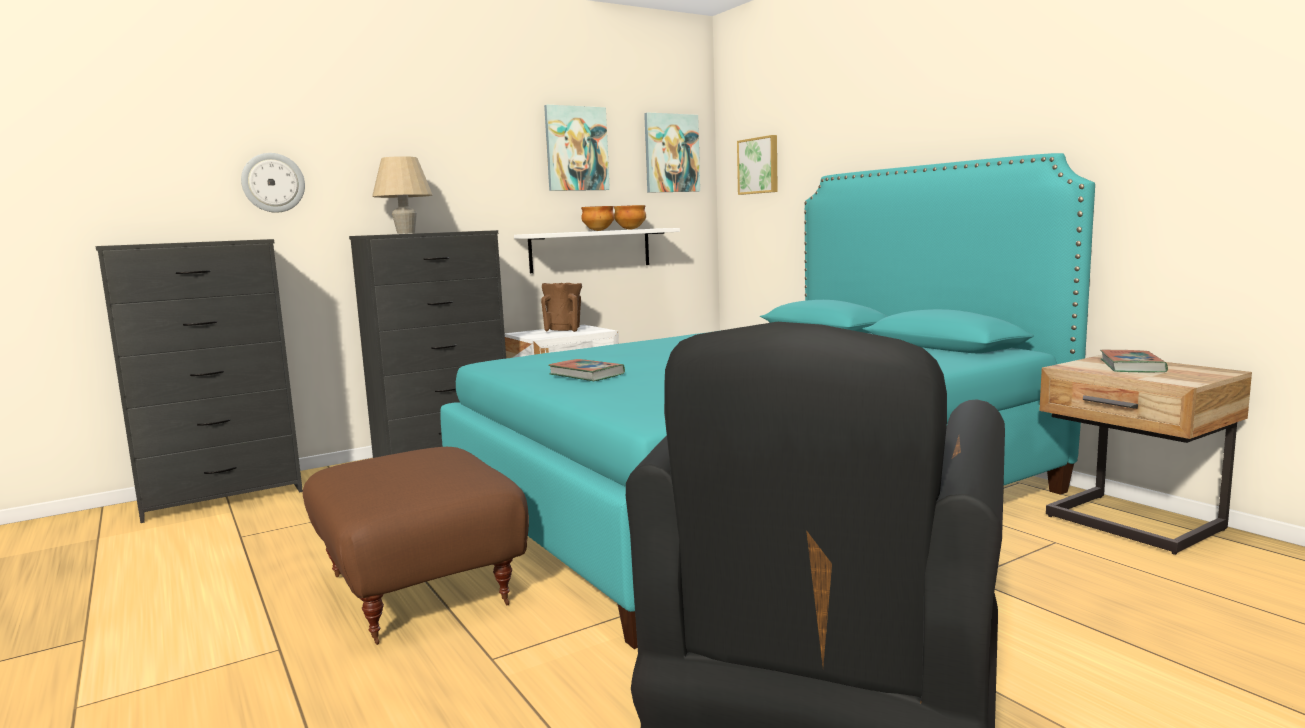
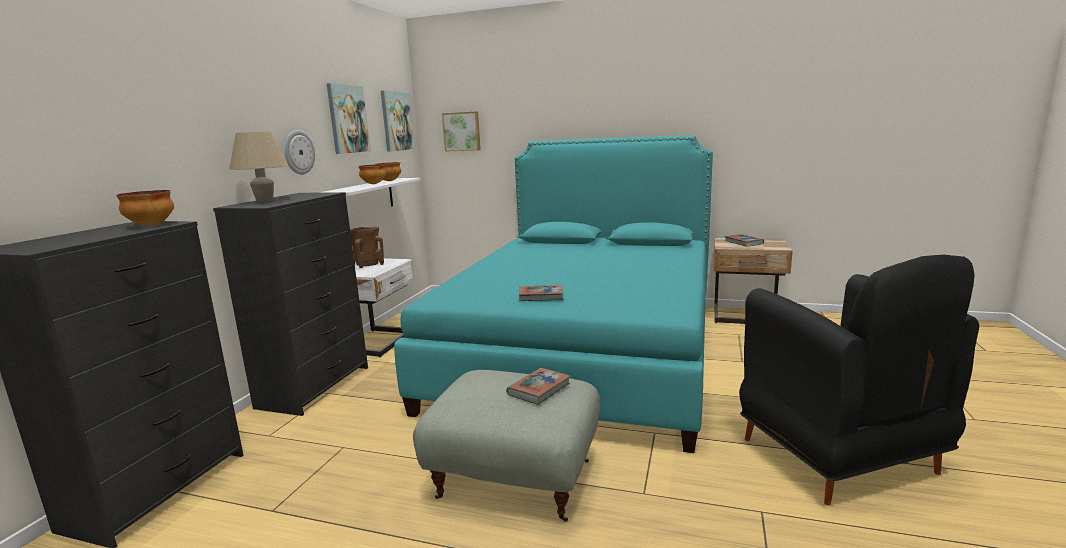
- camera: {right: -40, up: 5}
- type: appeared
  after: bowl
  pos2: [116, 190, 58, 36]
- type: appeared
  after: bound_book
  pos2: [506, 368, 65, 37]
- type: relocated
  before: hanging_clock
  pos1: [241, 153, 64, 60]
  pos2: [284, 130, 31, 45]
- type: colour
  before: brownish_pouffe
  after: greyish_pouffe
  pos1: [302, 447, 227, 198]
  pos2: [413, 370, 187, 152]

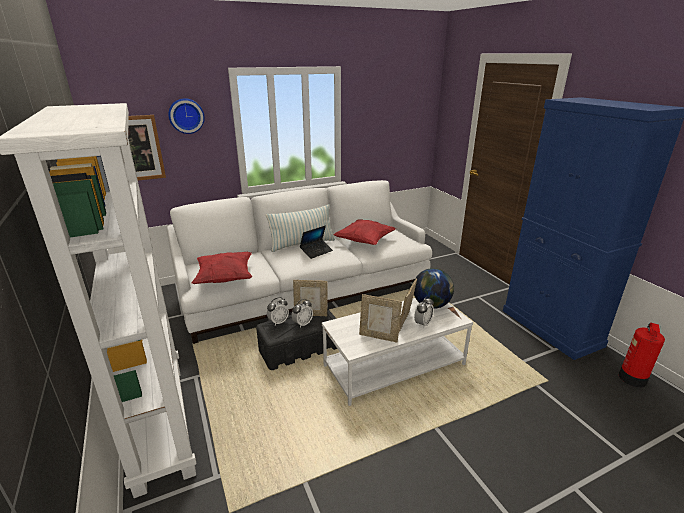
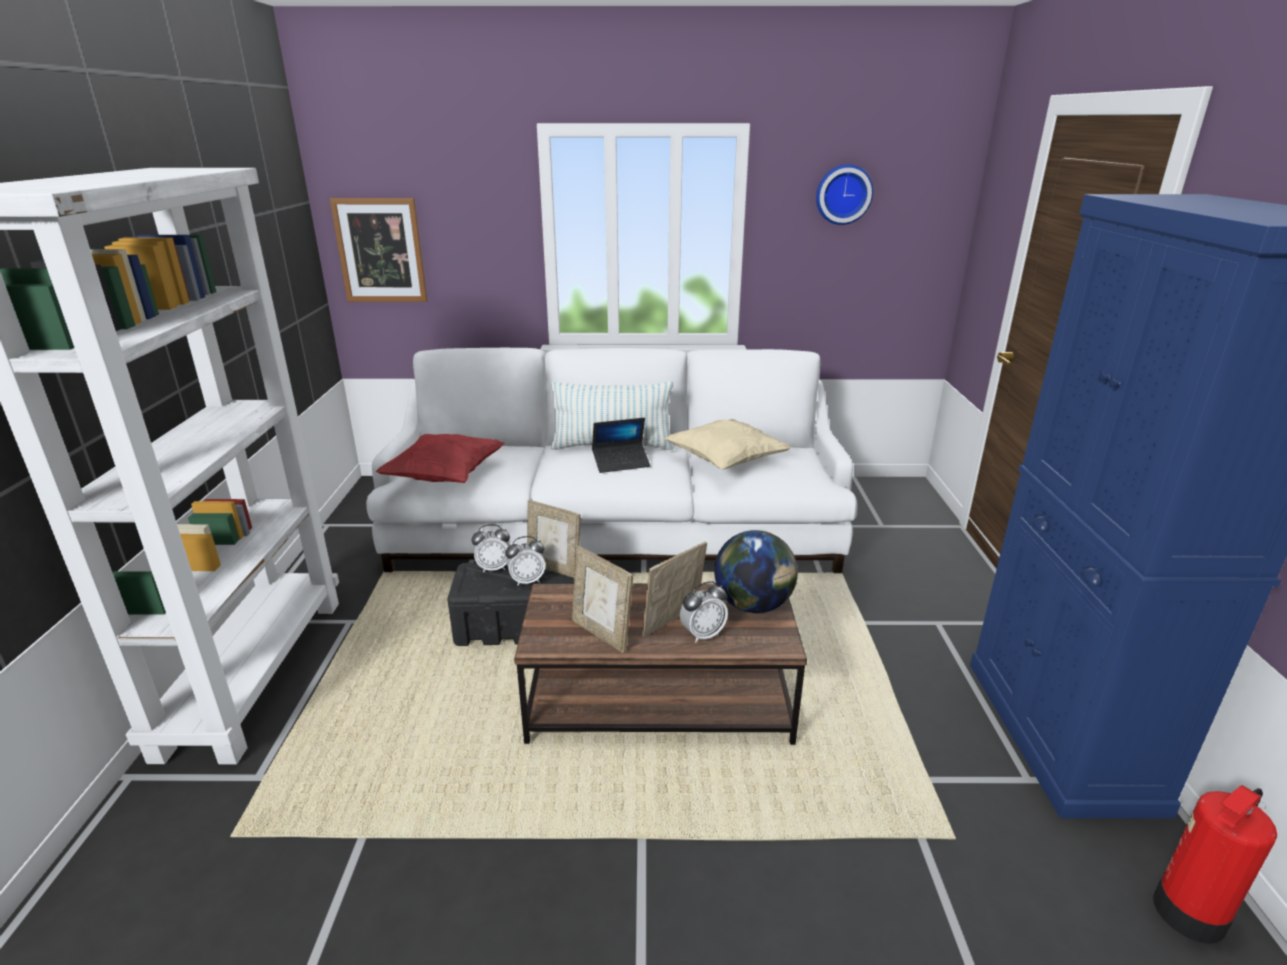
- camera: {right: 25, up: 0}
- type: relocated
  before: hanging_clock
  pos1: [168, 98, 37, 36]
  pos2: [816, 164, 57, 61]
- type: colour
  before: whitish_low_table
  after: brownish_low_table
  pos1: [322, 298, 151, 108]
  pos2: [514, 583, 293, 162]
- type: colour
  before: reddish_throw_pillow
  after: beige-coloured_throw_pillow
  pos1: [333, 219, 63, 26]
  pos2: [664, 419, 128, 50]

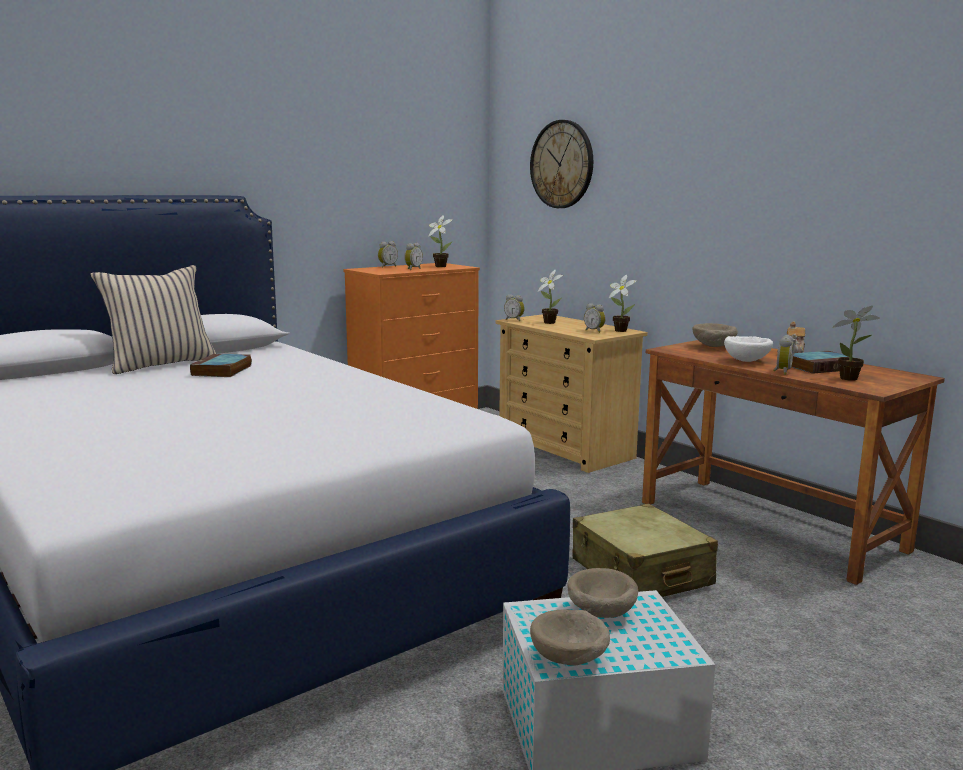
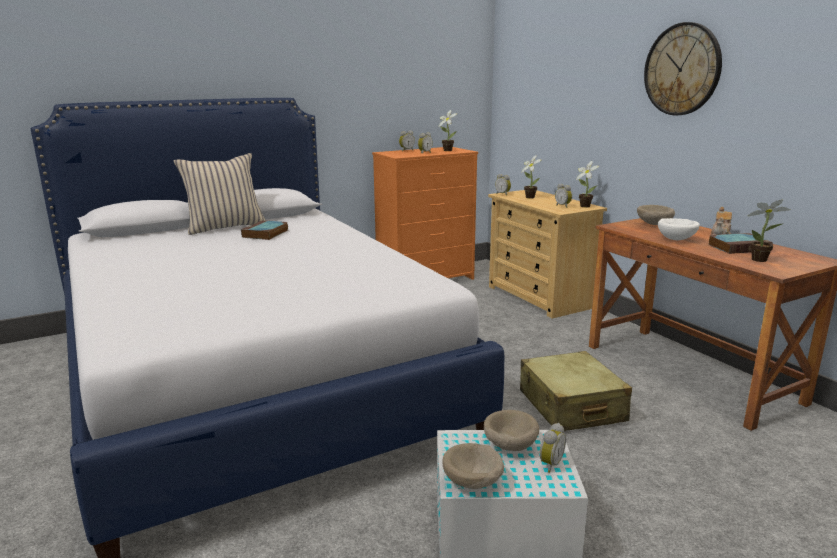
- camera: {right: 10, up: 5}
- type: relocated
  before: hanging_clock
  pos1: [530, 120, 63, 88]
  pos2: [644, 22, 78, 93]
- type: relocated
  before: table_clock
  pos1: [773, 335, 21, 40]
  pos2: [540, 423, 26, 50]

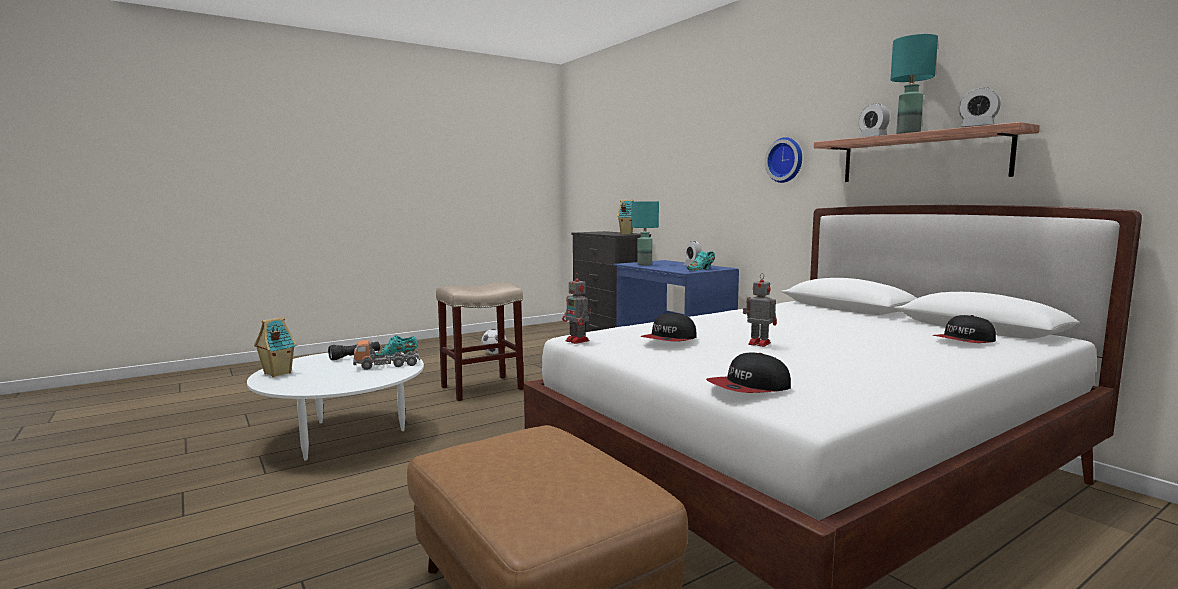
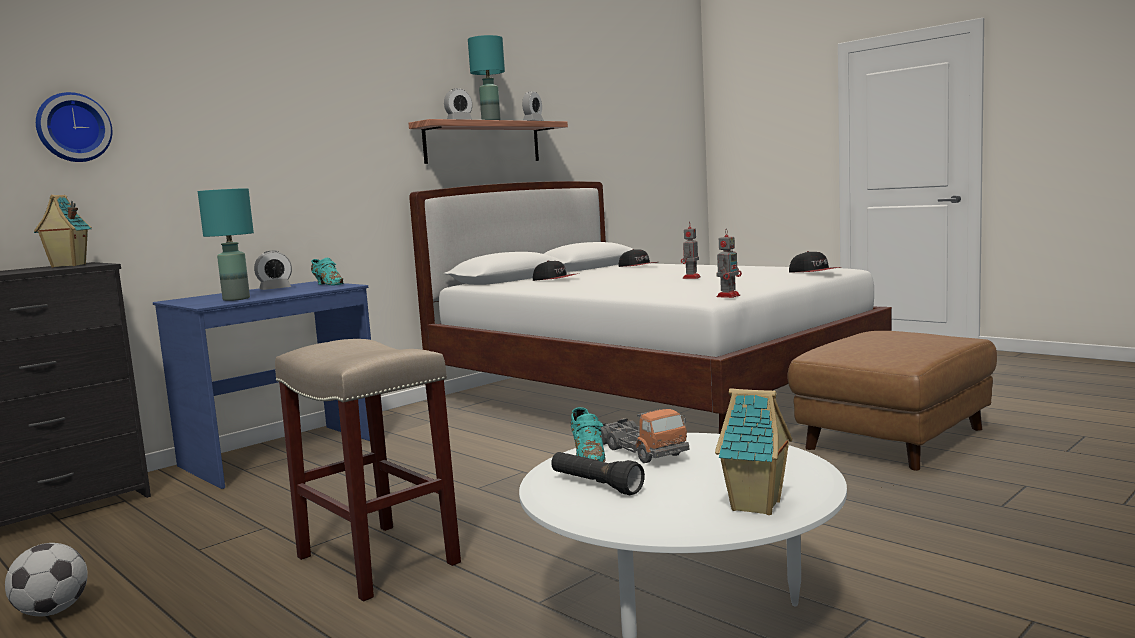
- camera: {right: -100, up: 0}
- type: relocated
  before: baseball_cap
  pos1: [640, 313, 57, 29]
  pos2: [533, 261, 46, 20]
- type: relocated
  before: hanging_clock
  pos1: [765, 137, 37, 46]
  pos2: [36, 92, 76, 70]

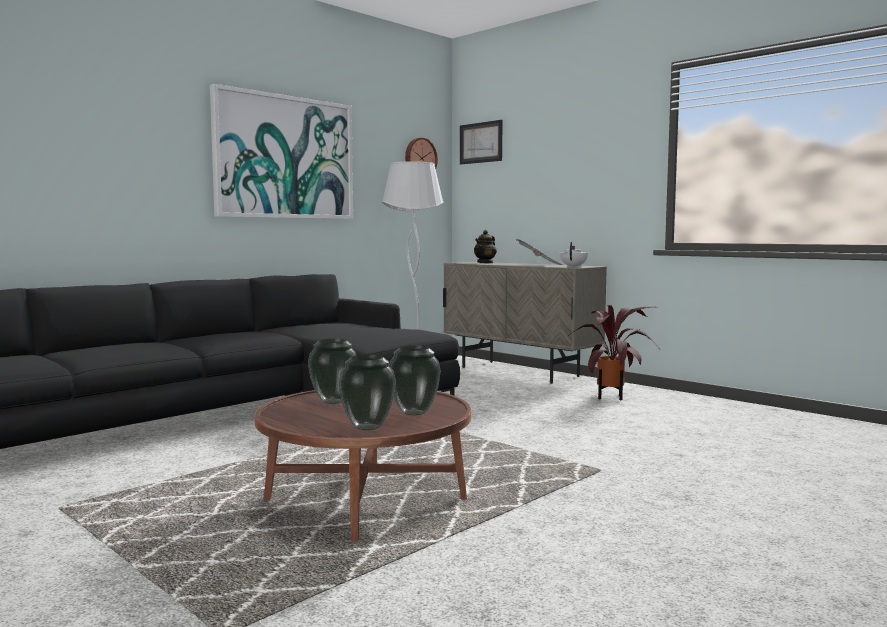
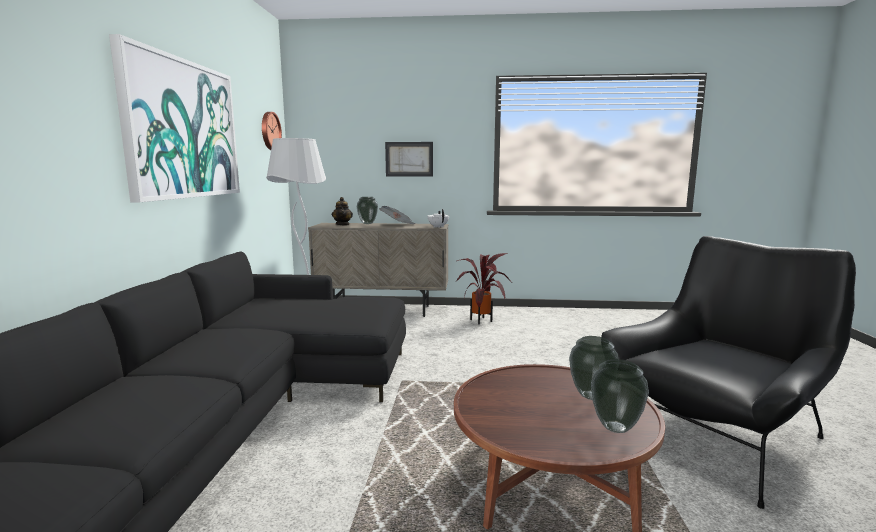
- camera: {right: -40, up: 5}
- type: appeared
  after: blackish_easy_chair
  pos2: [602, 236, 254, 273]
- type: relocated
  before: flower_vase
  pos1: [308, 339, 48, 65]
  pos2: [357, 197, 21, 27]
- type: relocated
  before: picture
  pos1: [460, 120, 43, 44]
  pos2: [385, 142, 48, 35]

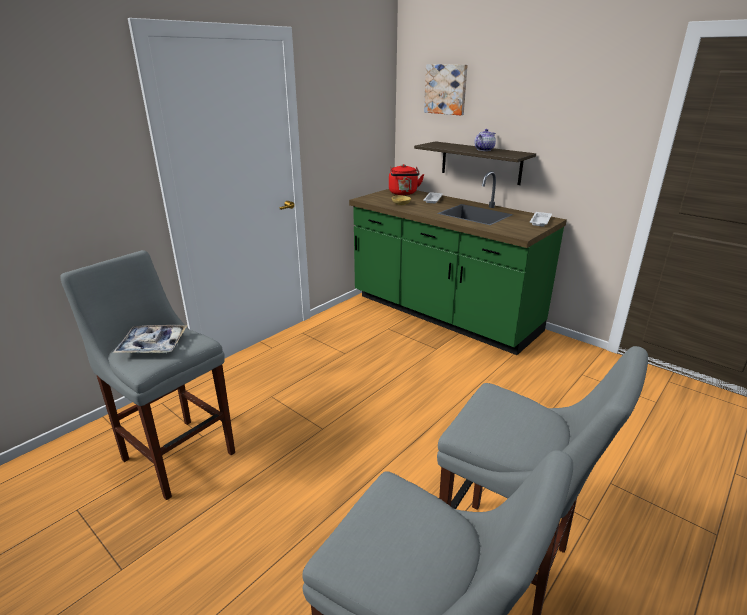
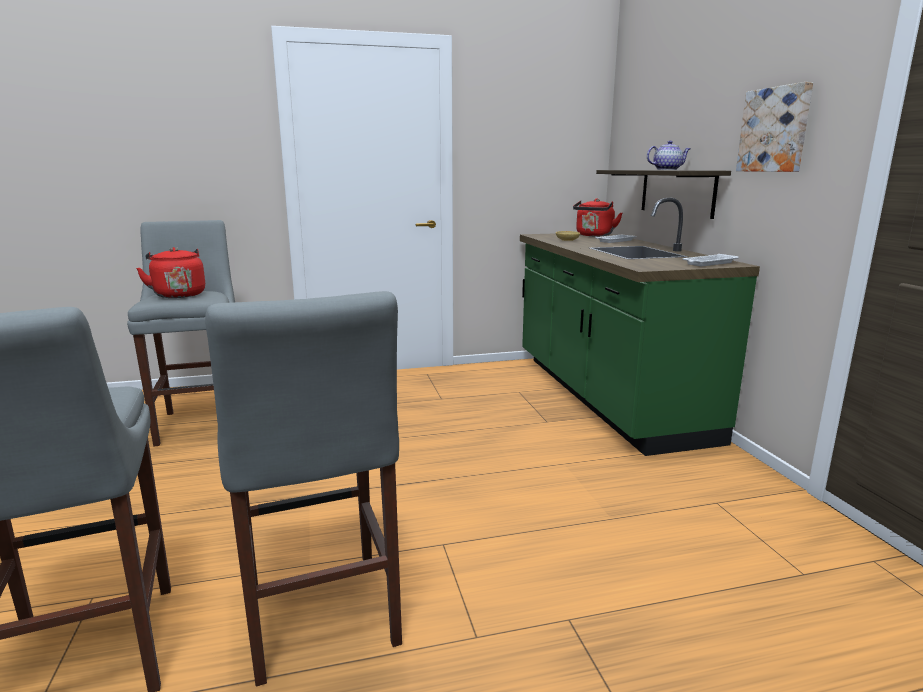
- camera: {right: 35, up: -10}
- type: relocated
  before: picture
  pos1: [424, 64, 44, 51]
  pos2: [736, 82, 77, 90]
- type: exchanged
  before: serving_tray
  after: reddish_water_kettle
  pos1: [113, 325, 75, 28]
  pos2: [136, 247, 69, 51]

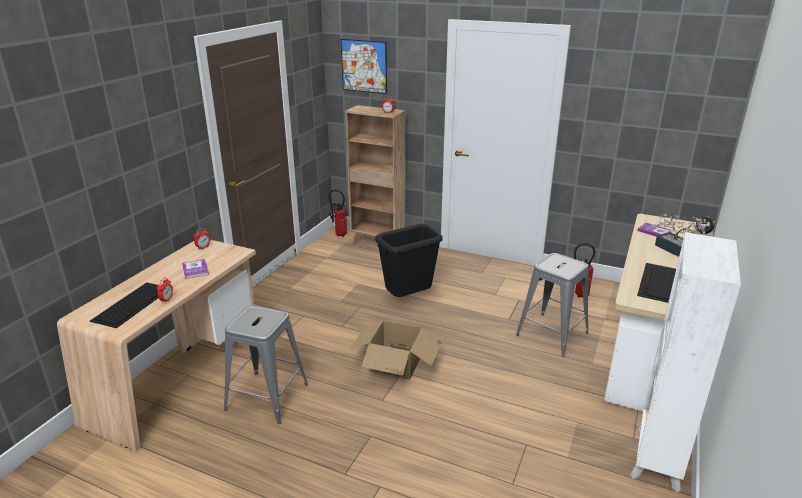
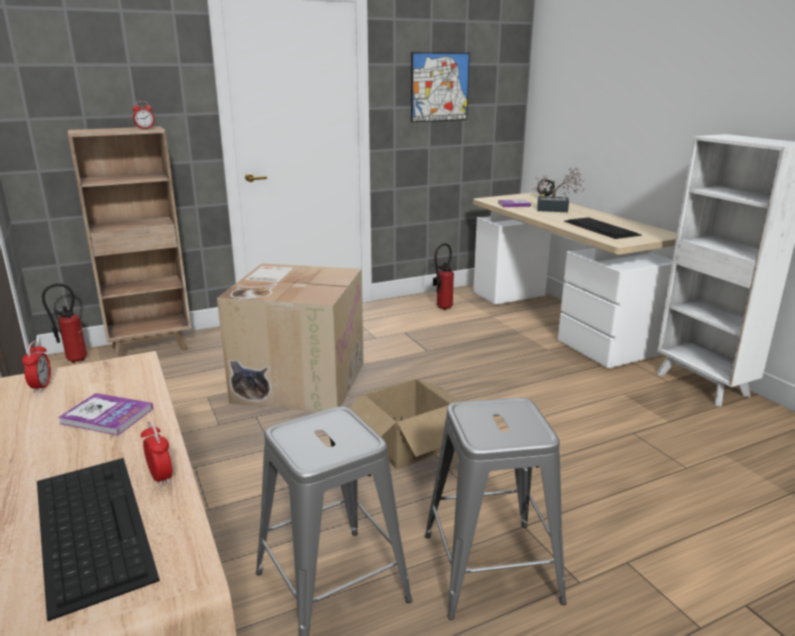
- camera: {right: -50, up: -5}
- type: relocated
  before: picture
  pos1: [341, 39, 46, 55]
  pos2: [411, 52, 59, 70]
- type: relocated
  before: greyish_sitting_stool
  pos1: [516, 253, 73, 103]
  pos2: [425, 397, 142, 223]
- type: exchanged
  before: blackish_waste_bin
  after: carton
  pos1: [375, 224, 68, 73]
  pos2: [217, 263, 147, 149]

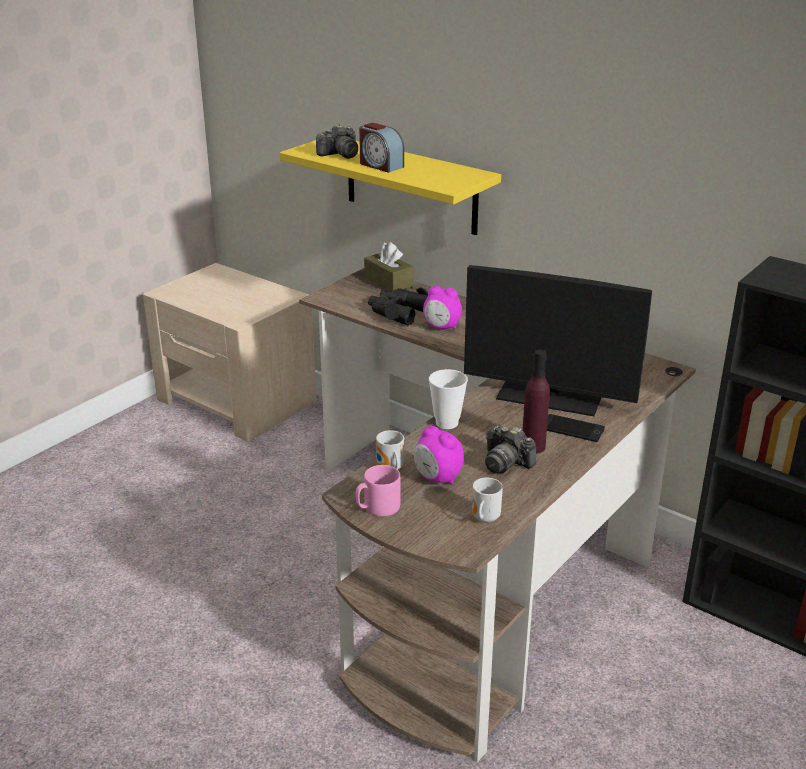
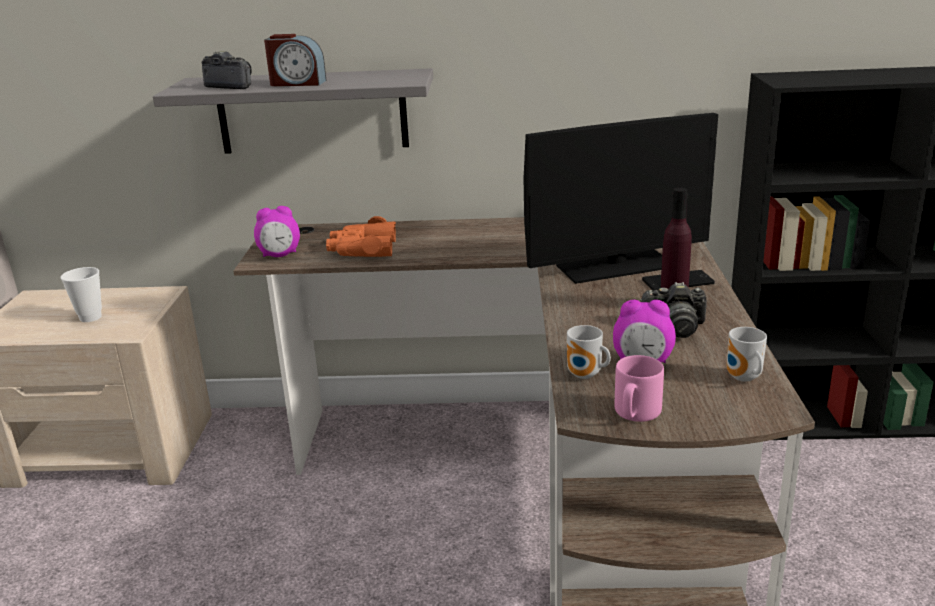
- camera: {right: -35, up: -5}
- type: missing
  before: brownish_tissue_box
  pos1: [364, 242, 50, 50]
- type: relocated
  before: table_clock
  pos1: [423, 286, 39, 44]
  pos2: [254, 206, 46, 51]
- type: relocated
  before: drinking_cup
  pos1: [429, 369, 39, 60]
  pos2: [61, 267, 41, 55]
- type: colour
  before: yellow-coloured_wall_shelf
  after: greyish_wall_shelf
  pos1: [280, 140, 221, 95]
  pos2: [153, 68, 280, 86]
- type: colour
  before: blackish_pair_of_binoculars
  after: orangey_pair_of_binoculars
  pos1: [368, 287, 60, 39]
  pos2: [326, 216, 70, 41]
- type: spun
  before: still_camera
  pos1: [316, 124, 42, 35]
  pos2: [201, 51, 51, 38]
  turn: -90

